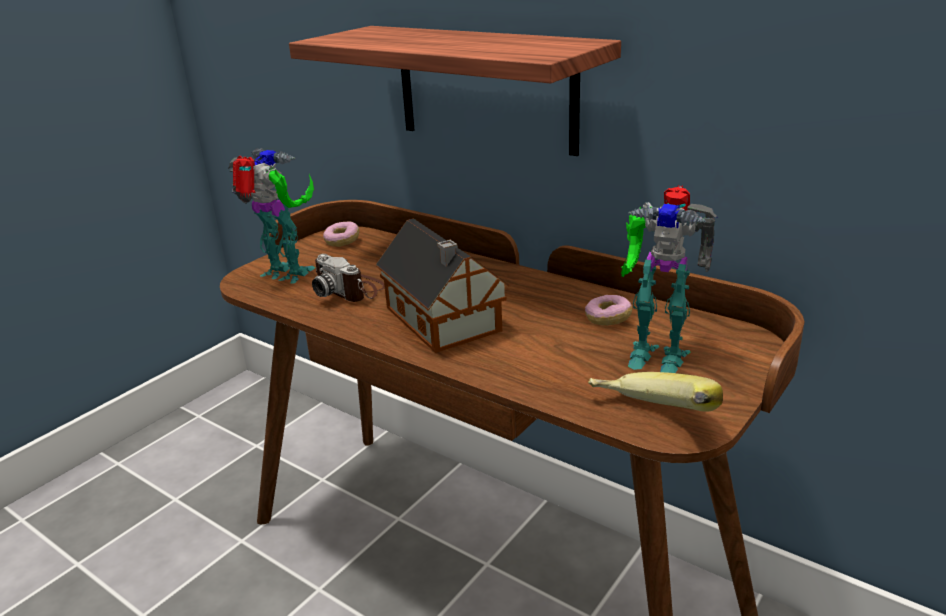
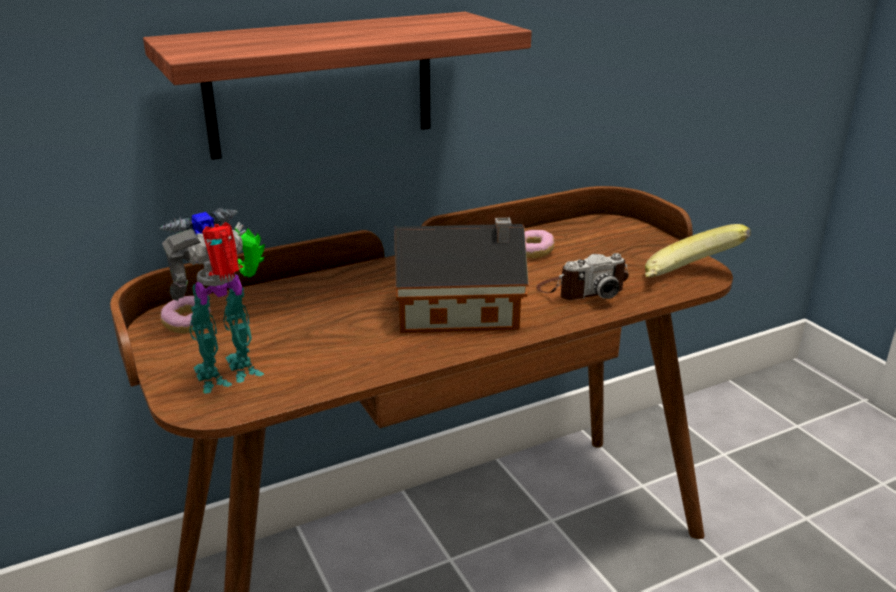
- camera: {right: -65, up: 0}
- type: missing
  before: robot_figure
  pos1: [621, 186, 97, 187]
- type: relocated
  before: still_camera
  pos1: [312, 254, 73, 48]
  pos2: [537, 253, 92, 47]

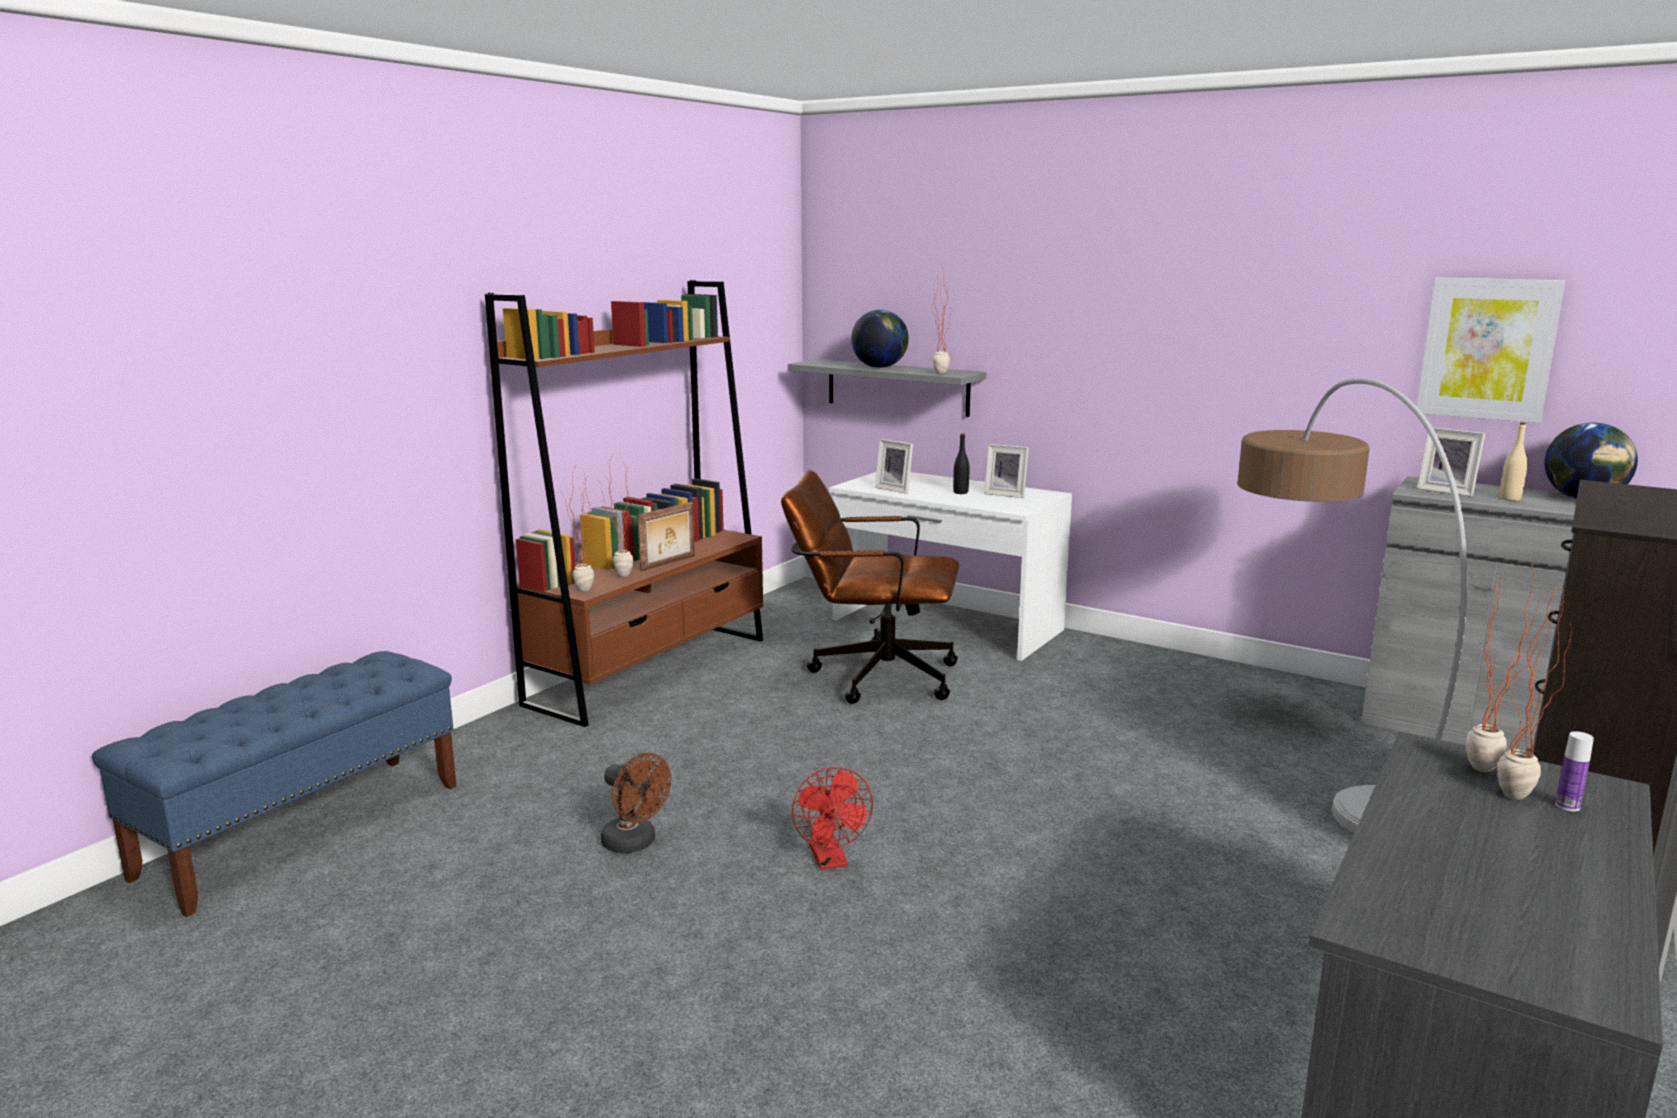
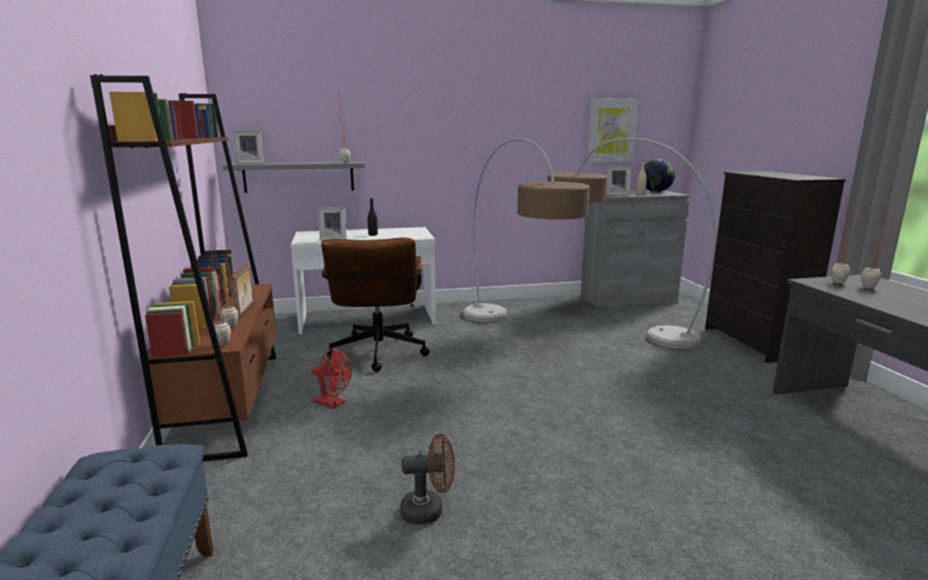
- camera: {right: -45, up: 0}
- type: missing
  before: world_globe
  pos1: [851, 310, 58, 58]
- type: missing
  before: beverage_bottle
  pos1: [1555, 731, 39, 80]
- type: appeared
  after: standard_lamp
  pos2: [463, 138, 127, 184]
- type: relocated
  before: reddish_electric_fan
  pos1: [792, 767, 81, 103]
  pos2: [311, 348, 41, 61]
- type: relocated
  before: standing_frame
  pos1: [984, 444, 45, 54]
  pos2: [233, 130, 31, 34]
- type: spun
  before: brownish_desk_chair
  pos1: [781, 470, 178, 234]
  pos2: [321, 238, 109, 134]
  turn: -60

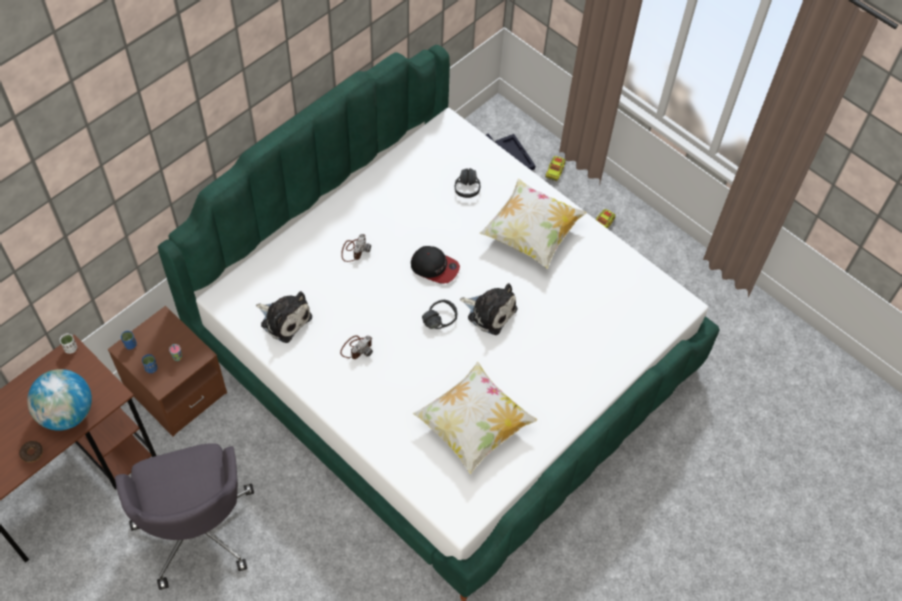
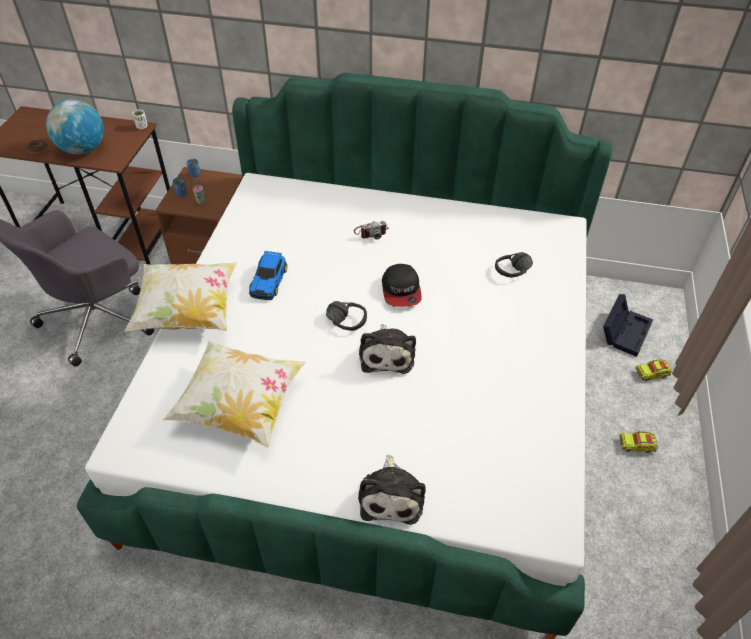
- camera: {right: 60, up: -10}
- type: relocated
  before: cuddly_toy
  pos1: [256, 291, 56, 52]
  pos2: [358, 454, 68, 71]
- type: relocated
  before: throw_pillow
  pos1: [479, 179, 108, 90]
  pos2: [124, 262, 113, 70]
- type: exchanged
  before: still_camera
  after: toy_car
  pos1: [340, 335, 33, 24]
  pos2: [249, 251, 39, 49]

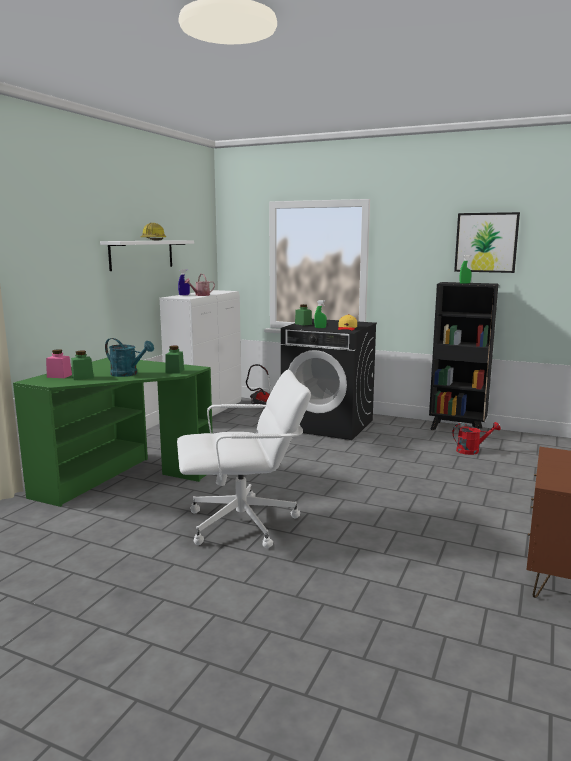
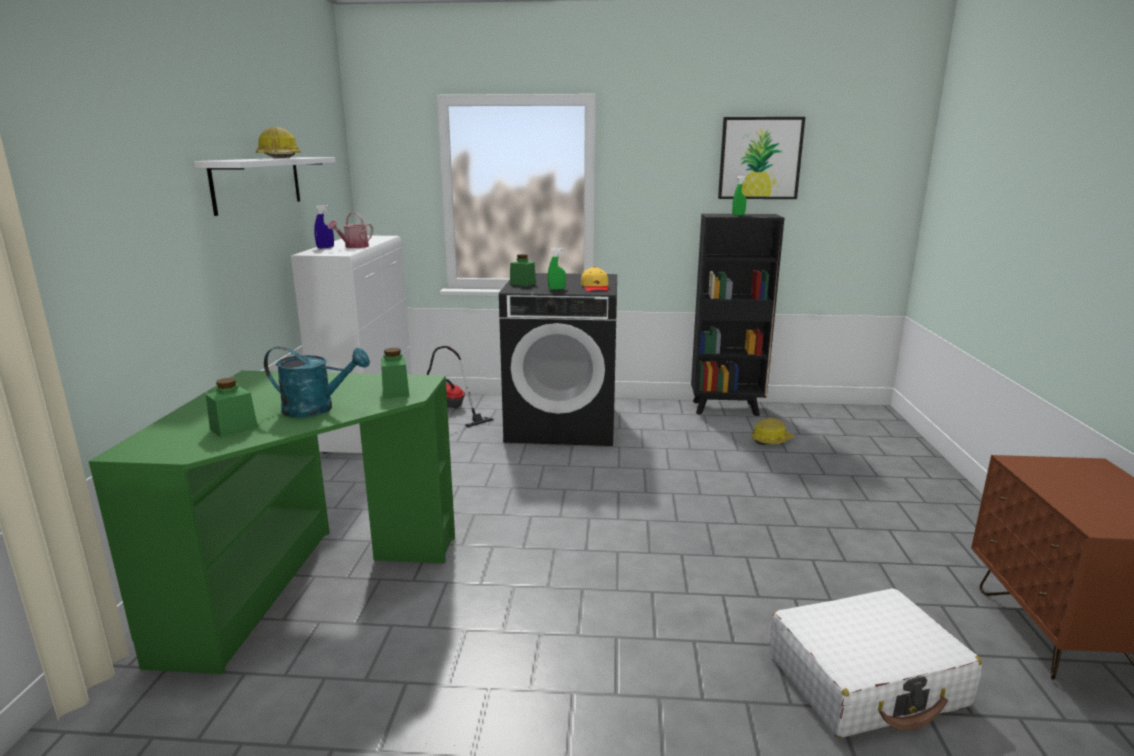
- camera: {right: -20, up: 5}
- type: missing
  before: pink_storage_jar
  pos1: [46, 349, 26, 29]
- type: missing
  before: whitish_desk_chair
  pos1: [177, 369, 134, 179]
- type: appeared
  after: whitish_piece_of_luggage
  pos2: [770, 588, 212, 150]
- type: exchanged
  before: reddish_watering_pot
  after: work_helmet
  pos1: [452, 422, 49, 33]
  pos2: [751, 418, 43, 27]

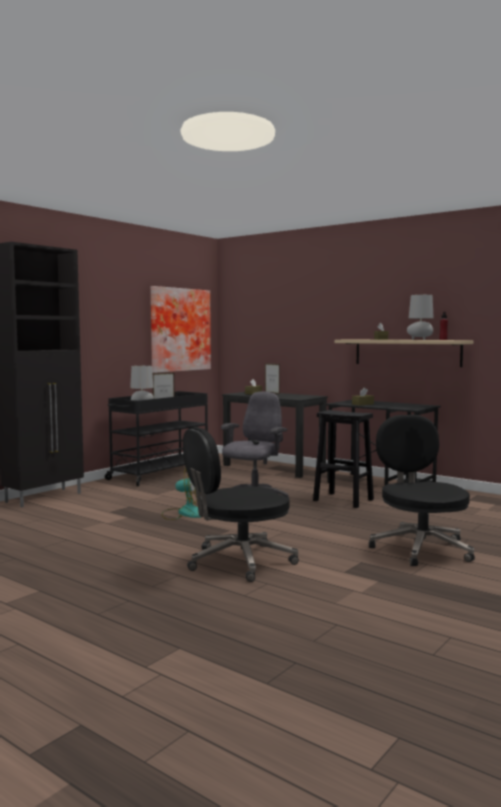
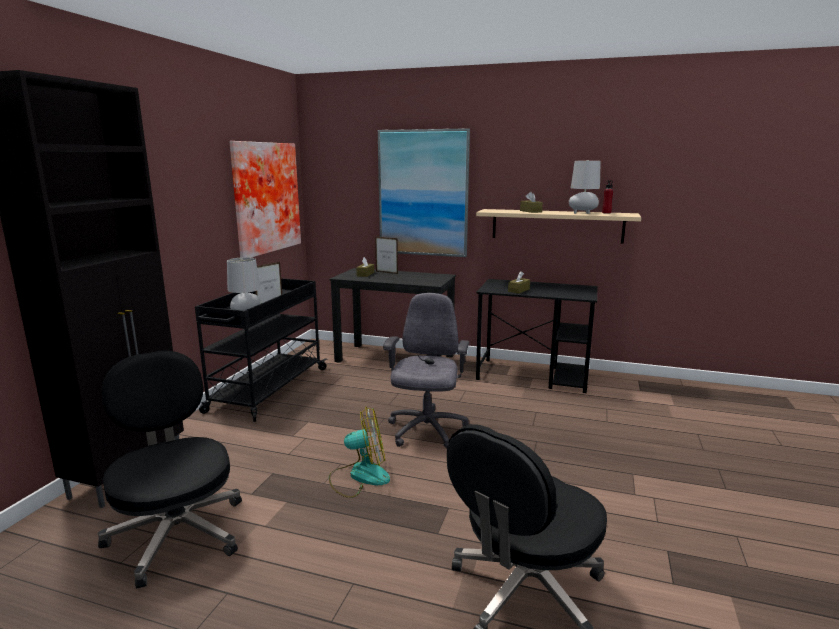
- camera: {right: -20, up: 10}
- type: missing
  before: blackish_sitting_stool
  pos1: [313, 410, 61, 98]
- type: appeared
  after: picture
  pos2: [378, 128, 92, 129]
- type: relocated
  before: blackish_desk_chair
  pos1: [369, 415, 106, 151]
  pos2: [98, 351, 144, 238]

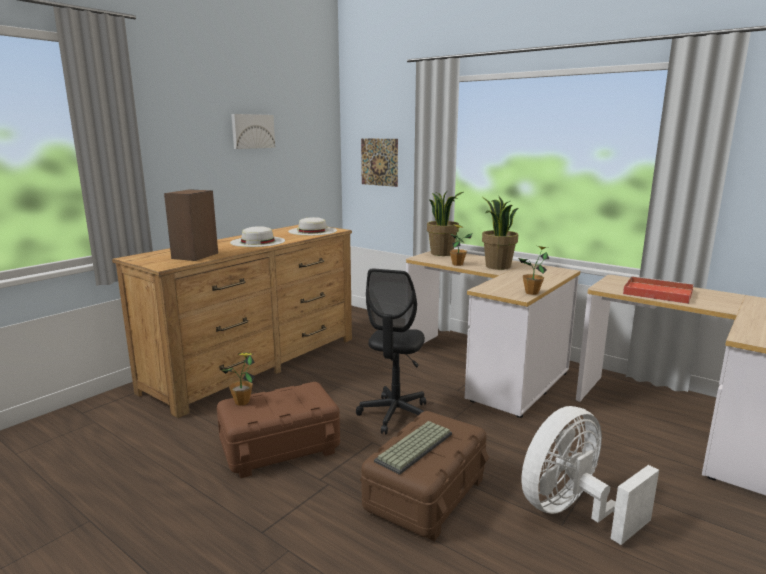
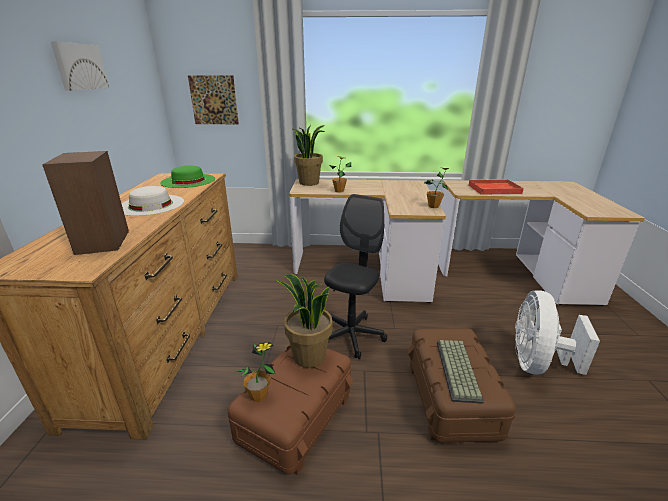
- camera: {right: -35, up: 10}
- type: relocated
  before: houseplant
  pos1: [481, 196, 37, 74]
  pos2: [275, 274, 58, 94]
- type: colour
  before: whitish_wearable_hat
  after: greenish_wearable_hat
  pos1: [288, 217, 49, 19]
  pos2: [160, 165, 55, 23]
- type: spun
  before: blackish_desk_chair
  pos1: [356, 268, 70, 166]
  pos2: [324, 194, 63, 165]
  turn: -135

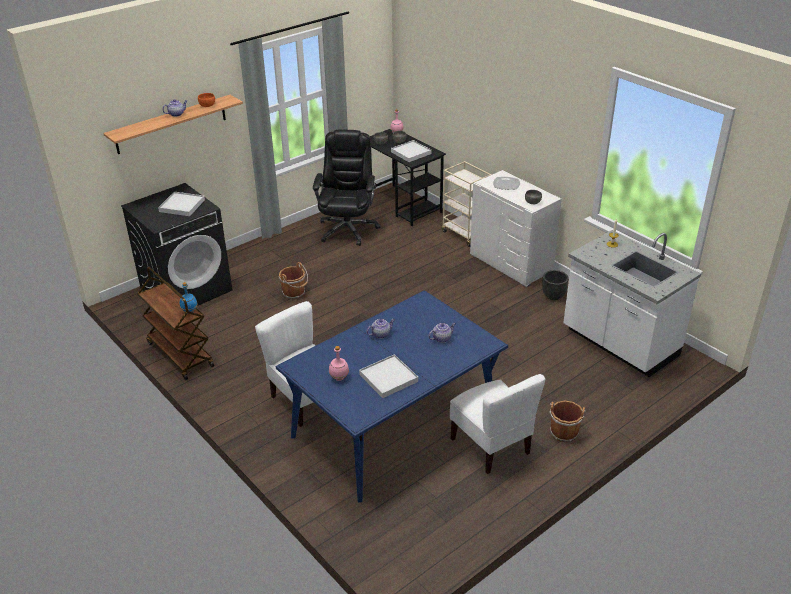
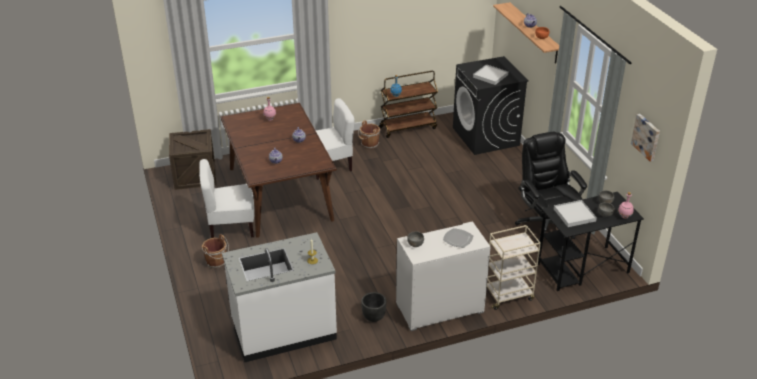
- camera: {right: 110, up: 0}
- type: missing
  before: whitish_serving_tray
  pos1: [359, 354, 59, 44]
- type: appeared
  after: shipping_crate
  pos2: [169, 129, 47, 61]
- type: appeared
  after: picture
  pos2: [631, 114, 29, 48]
- type: relocated
  before: brownish_bucket
  pos1: [279, 262, 29, 37]
  pos2: [358, 120, 23, 29]
- type: colour
  before: bluish_dinner_table
  after: brownish_dinner_table
  pos1: [276, 290, 232, 213]
  pos2: [220, 103, 117, 135]
- type: spun
  before: blackish_desk_chair
  pos1: [313, 129, 67, 117]
  pos2: [515, 132, 72, 111]
  turn: -135

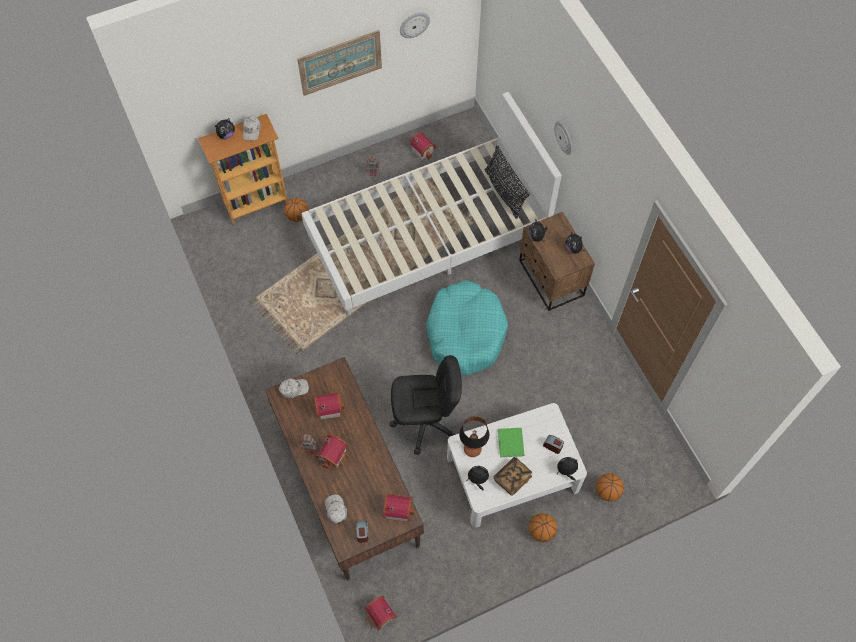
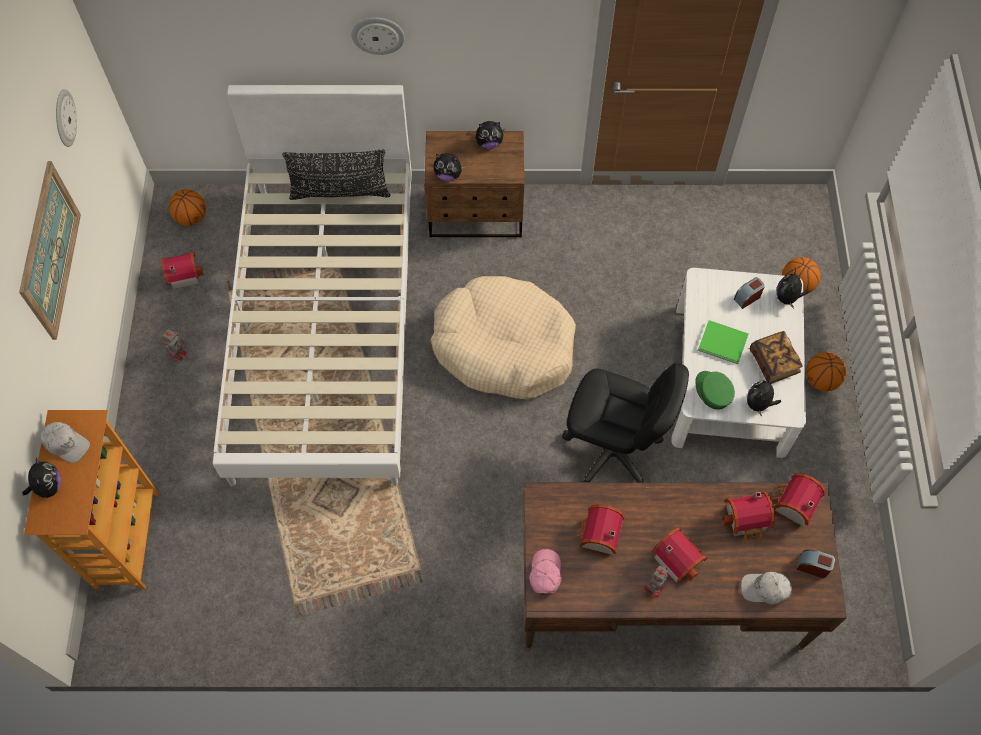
- camera: {right: -65, up: 0}
- type: relocated
  before: basketball_ball
  pos1: [284, 198, 24, 24]
  pos2: [169, 189, 37, 37]
- type: relocated
  before: model_house
  pos1: [365, 596, 32, 34]
  pos2: [722, 492, 53, 52]
- type: exchanged
  before: table_lamp
  after: greenish_baseball_cap
  pos1: [459, 416, 30, 41]
  pos2: [696, 371, 39, 39]
- type: colour
  before: whitish_baseball_cap
  after: pink_baseball_cap
  pos1: [279, 378, 30, 20]
  pos2: [529, 549, 33, 46]
- type: colour
  before: turquoise_pet_bed
  after: beige-coloured_pet_bed
  pos1: [426, 280, 82, 96]
  pos2: [430, 276, 146, 123]
- type: spun
  before: blackish_desk_chair
  pos1: [390, 355, 72, 100]
  pos2: [562, 363, 127, 119]
  turn: 90

